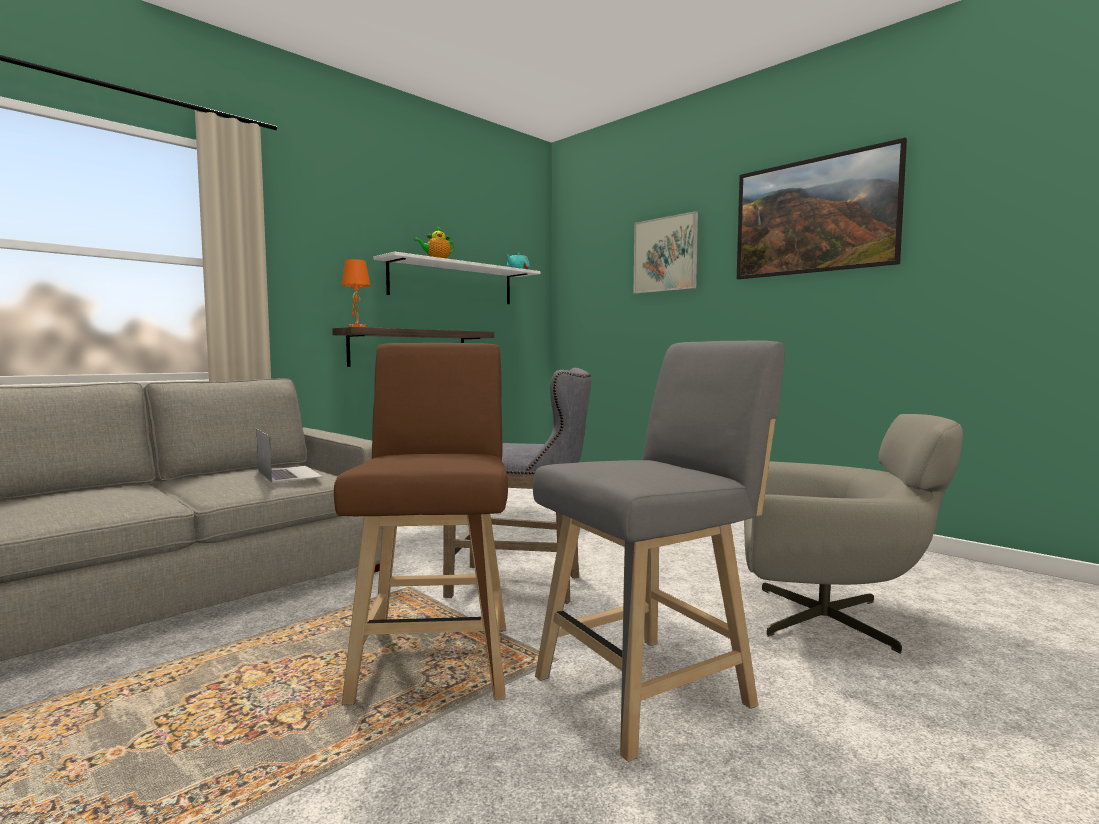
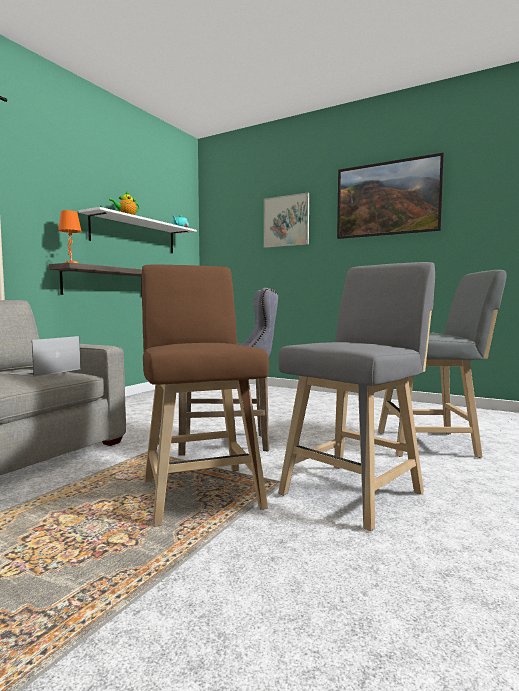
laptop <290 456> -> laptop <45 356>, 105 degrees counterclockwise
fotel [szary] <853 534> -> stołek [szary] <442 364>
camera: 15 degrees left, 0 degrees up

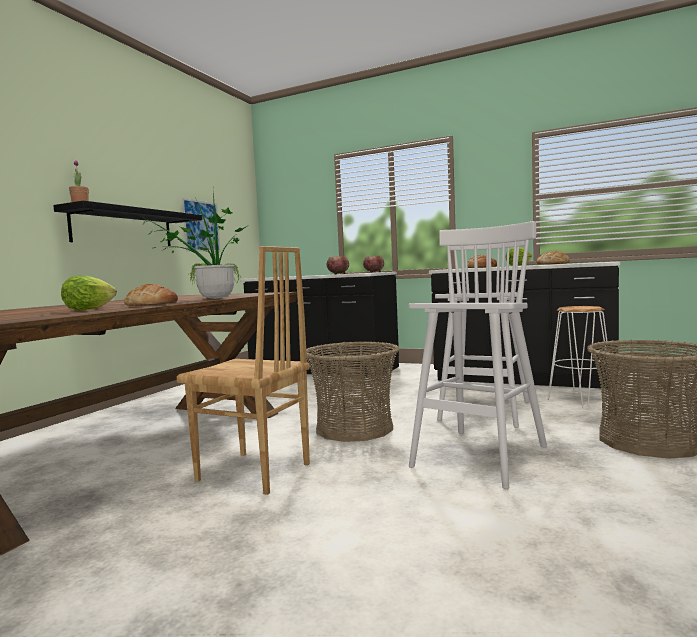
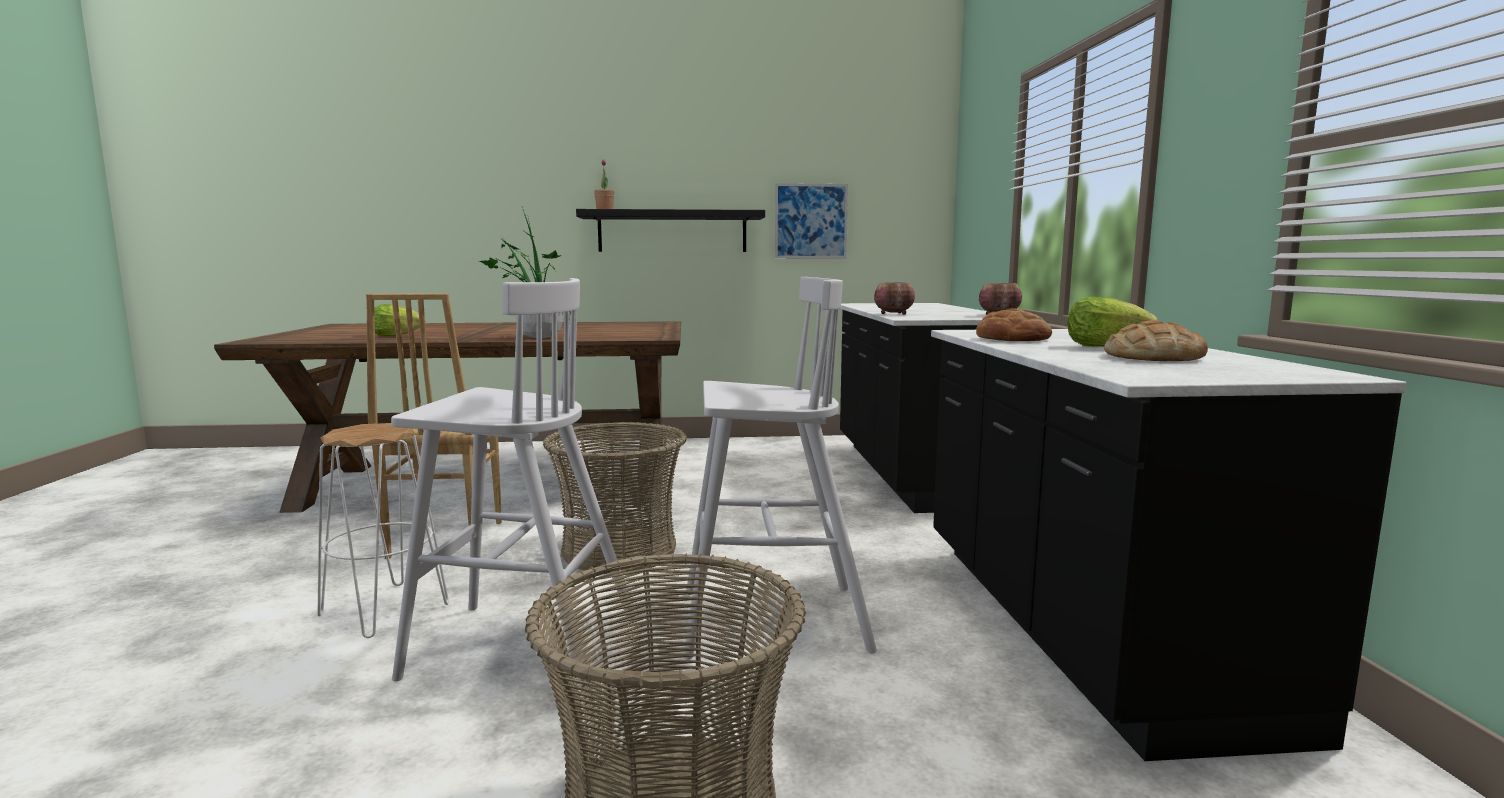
chleb <151 295> -> none
stołek [biały] <580 357> -> stołek [biały] <383 530>, moved
camera: 60 degrees right, 5 degrees up

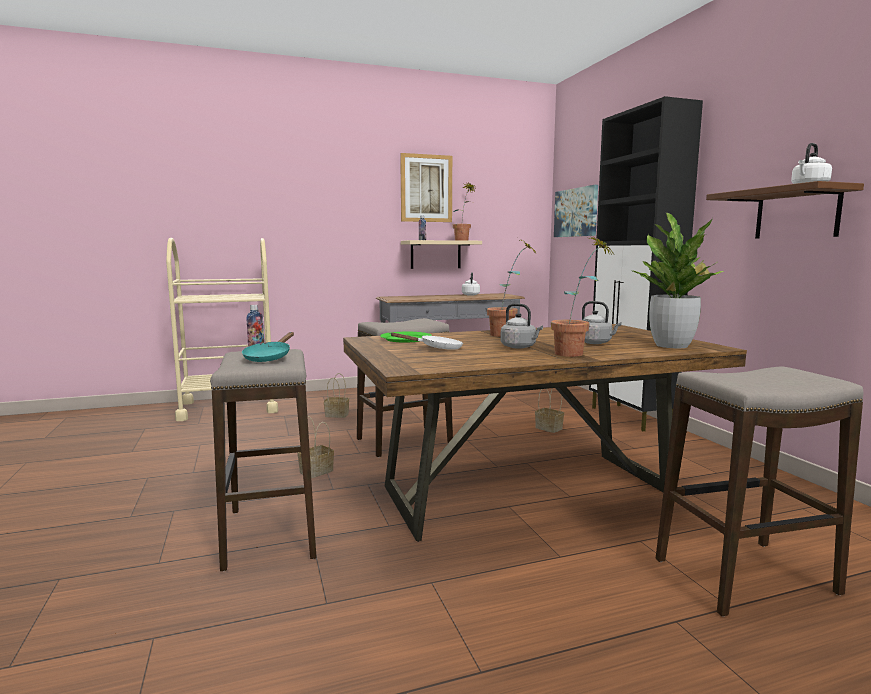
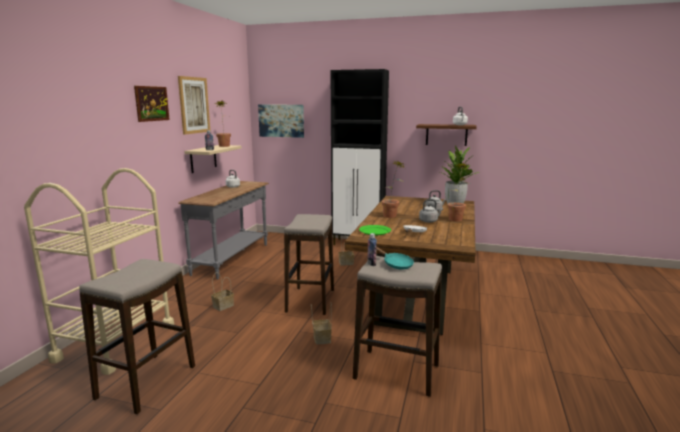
stołek <759 491> -> stołek <137 336>, moved
none -> obraz <152 104>
camera: 55 degrees left, 5 degrees up

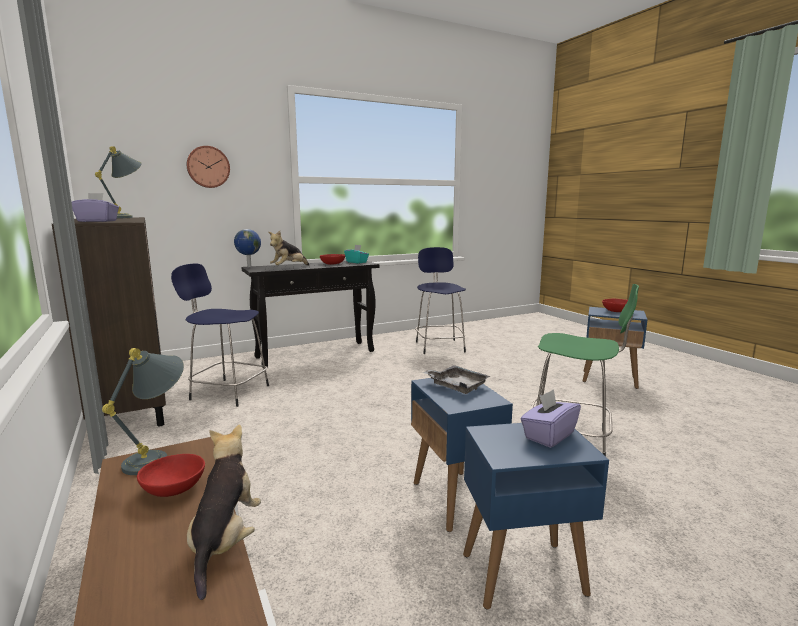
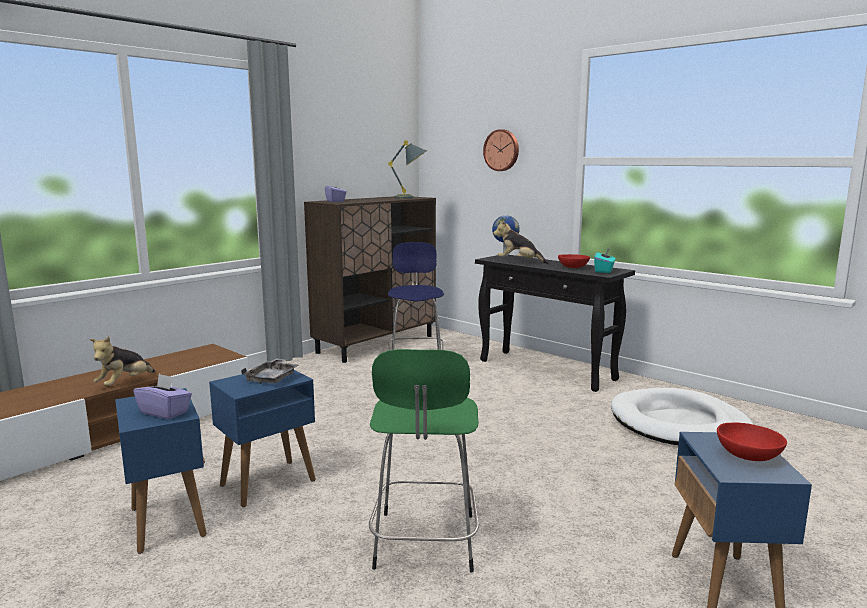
lampa stołowa [szary] <143 411> -> none
miska [czerwony] <171 475> -> none
pluszak <224 512> -> pluszak <122 361>, 135 degrees clockwise
stołek [niebieski] <440 300> -> legowisko [biały] <682 416>
camera: 70 degrees right, 0 degrees up

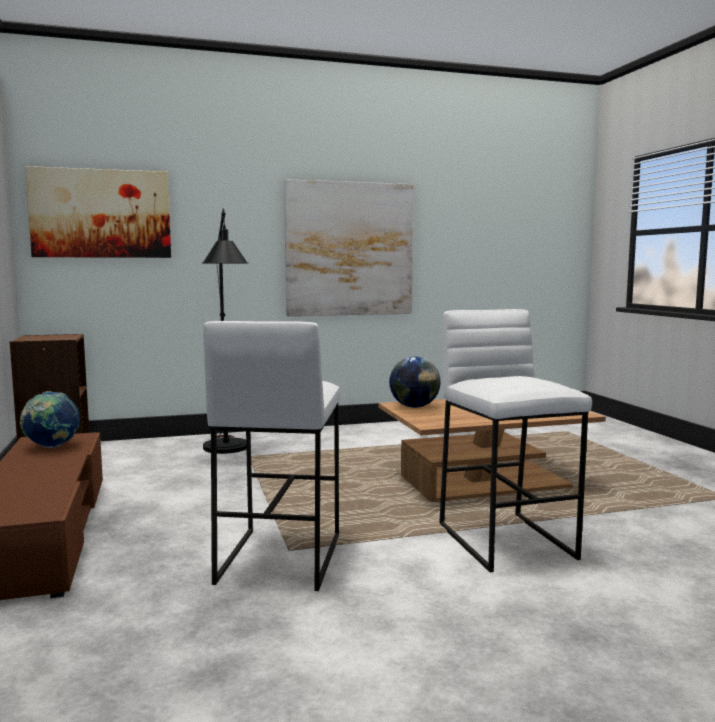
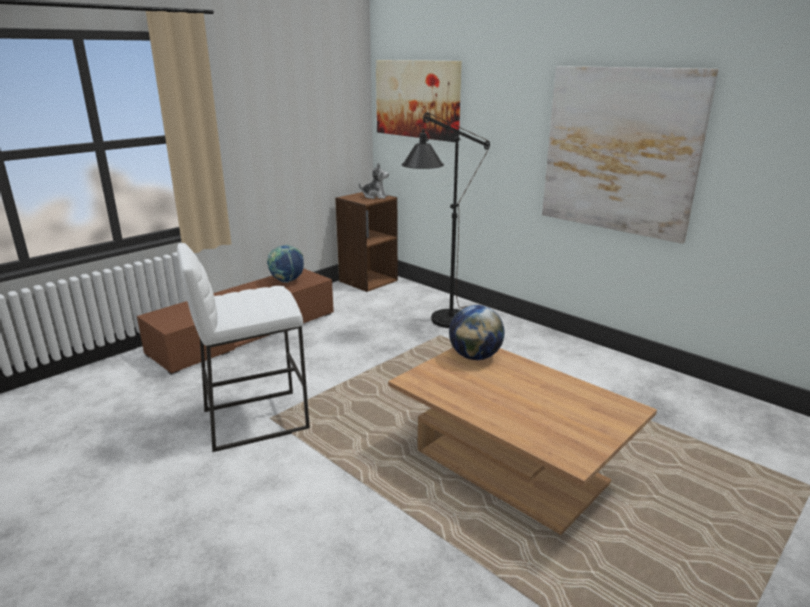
stołek [biały] <515 440> -> none
none -> pluszak <374 181>
camera: 60 degrees right, 15 degrees up

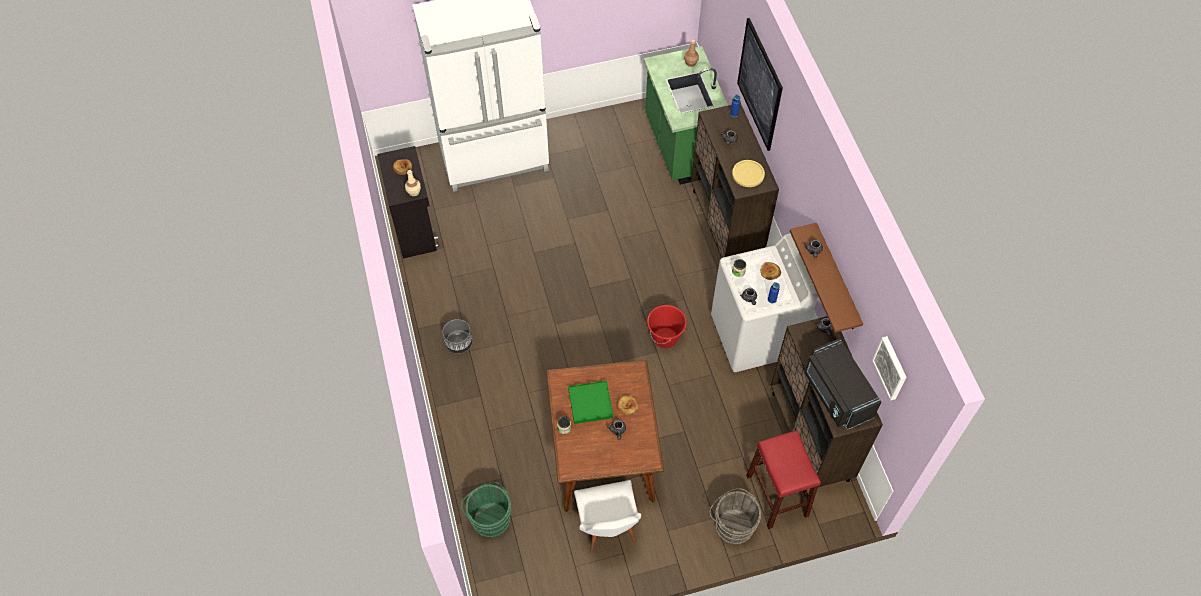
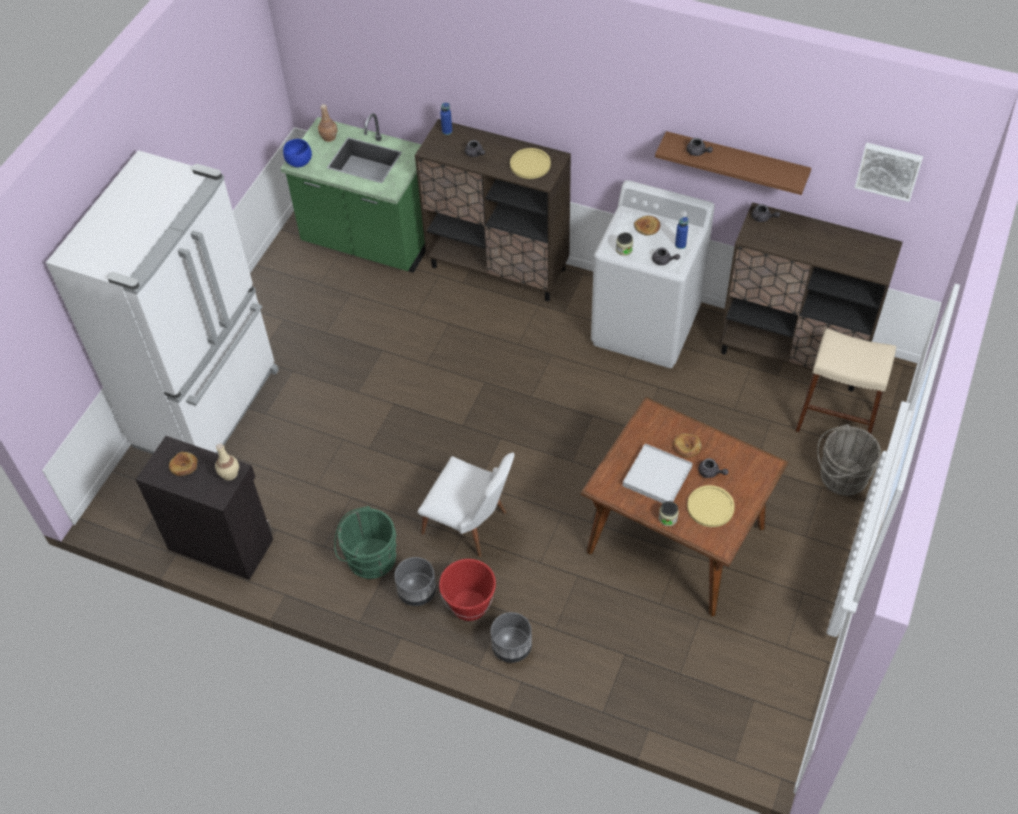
wiadro [zielony] <486 510> -> wiadro [zielony] <365 542>, moved
taca [zielony] <590 402> -> taca [biały] <657 473>
krzesło [biały] <607 516> -> krzesło [biały] <466 504>, moved
wiadro [czerwony] <667 326> -> wiadro [czerwony] <467 590>, moved
obraz <760 84> -> none
stołek [czerwony] <783 479> -> stołek [beżowy] <845 381>
mikrofalówka [czarny] <842 384> -> none
none -> miska [niebieski] <297 153>
none -> donica [szary] <511 637>
none -> talerz [żółty] <711 506>
camera: 50 degrees left, 5 degrees down

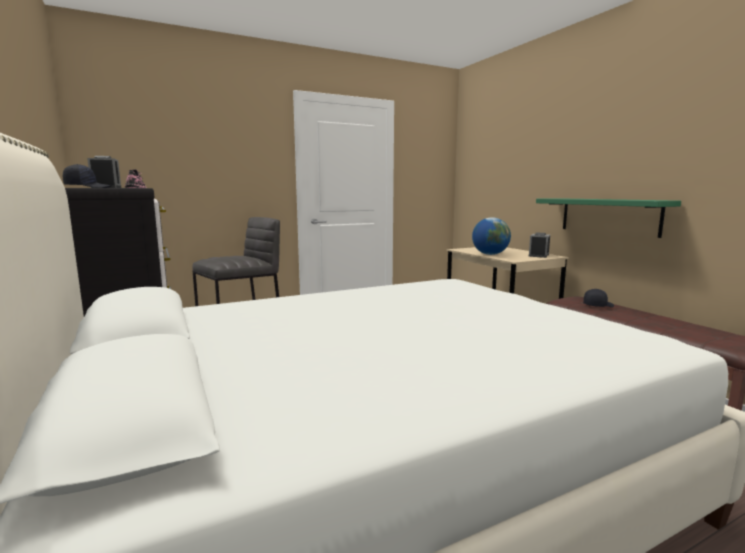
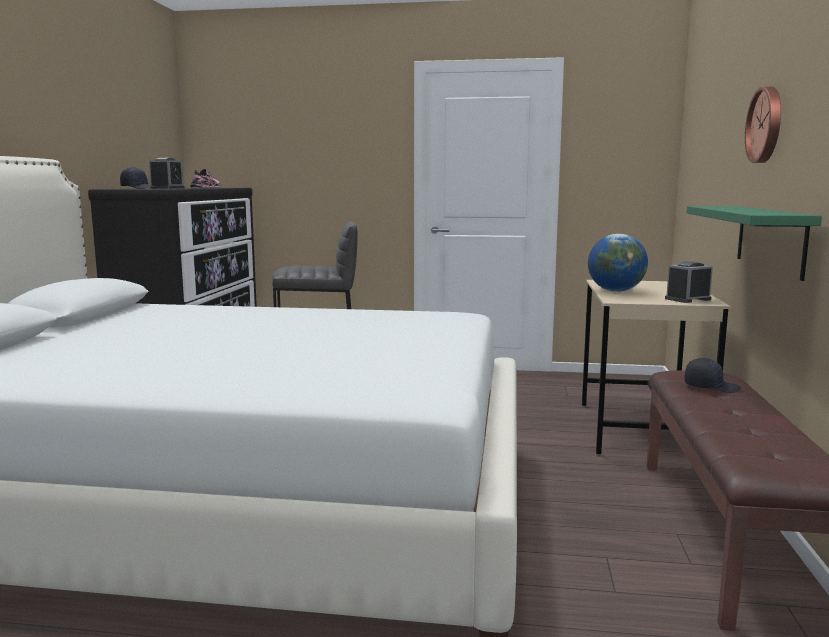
none -> zegar ścienny <763 124>
camera: 35 degrees right, 0 degrees up

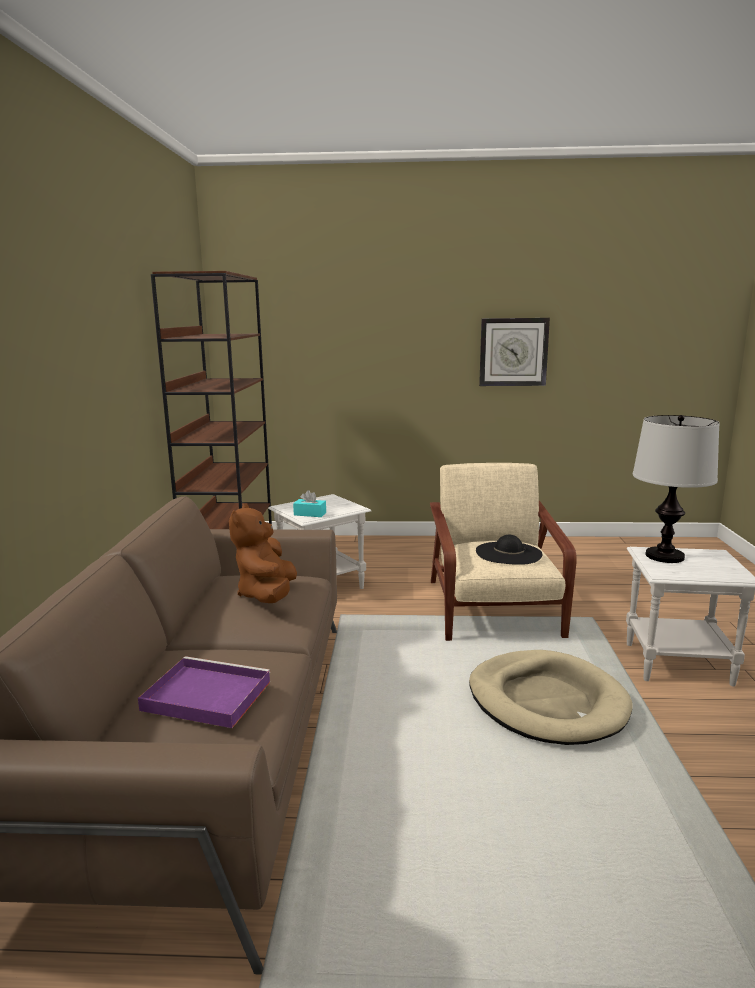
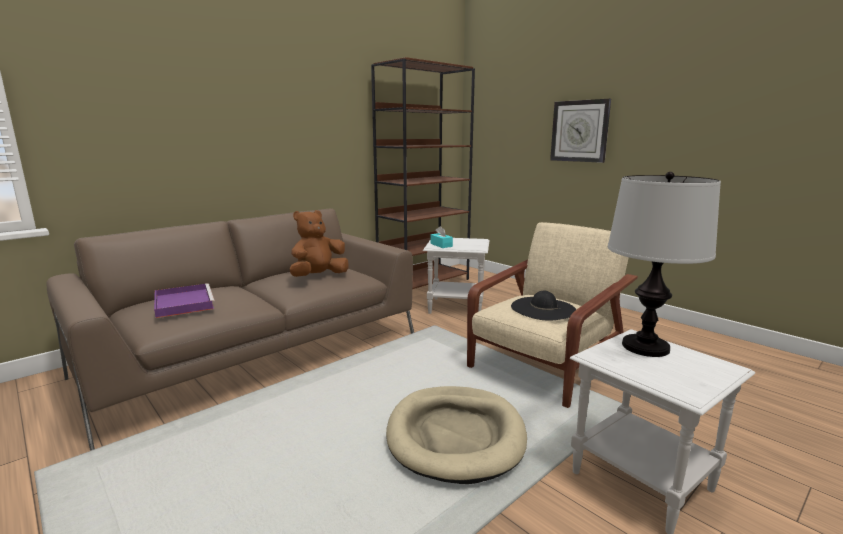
zegar ścienny <514 352> -> zegar ścienny <580 131>, moved
camera: 45 degrees right, 0 degrees up

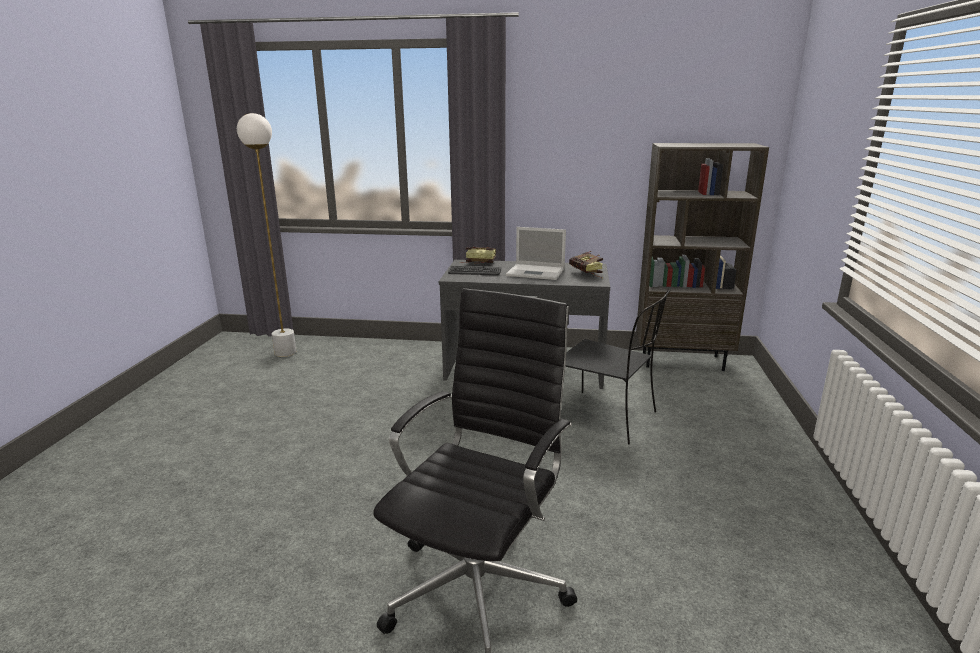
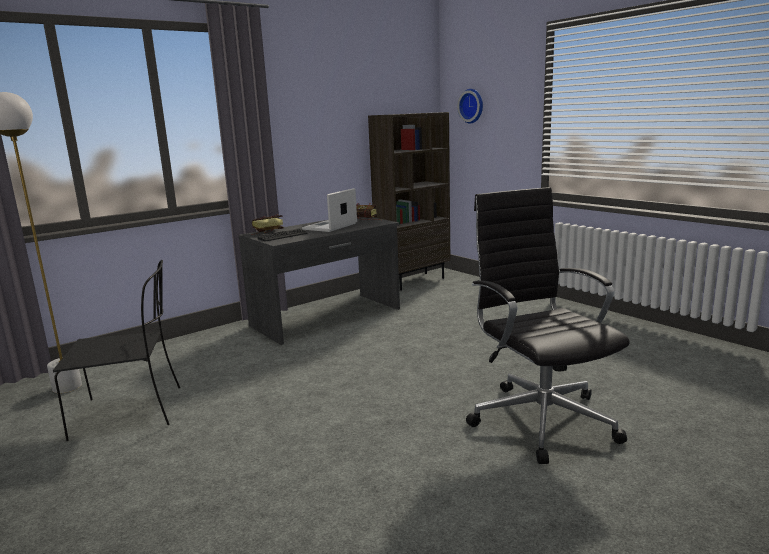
laptop <536 253> -> laptop <329 210>, 150 degrees clockwise
krzesło [czarny] <617 367> -> krzesło [czarny] <116 350>, moved
none -> zegar ścienny <470 106>
camera: 45 degrees left, 5 degrees down

